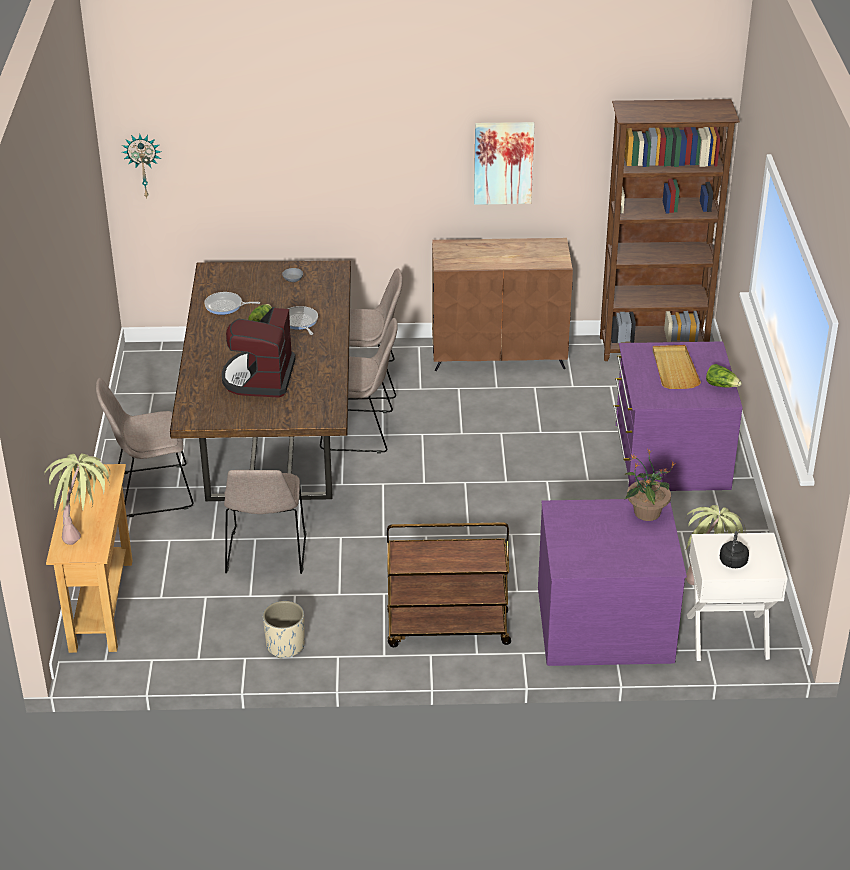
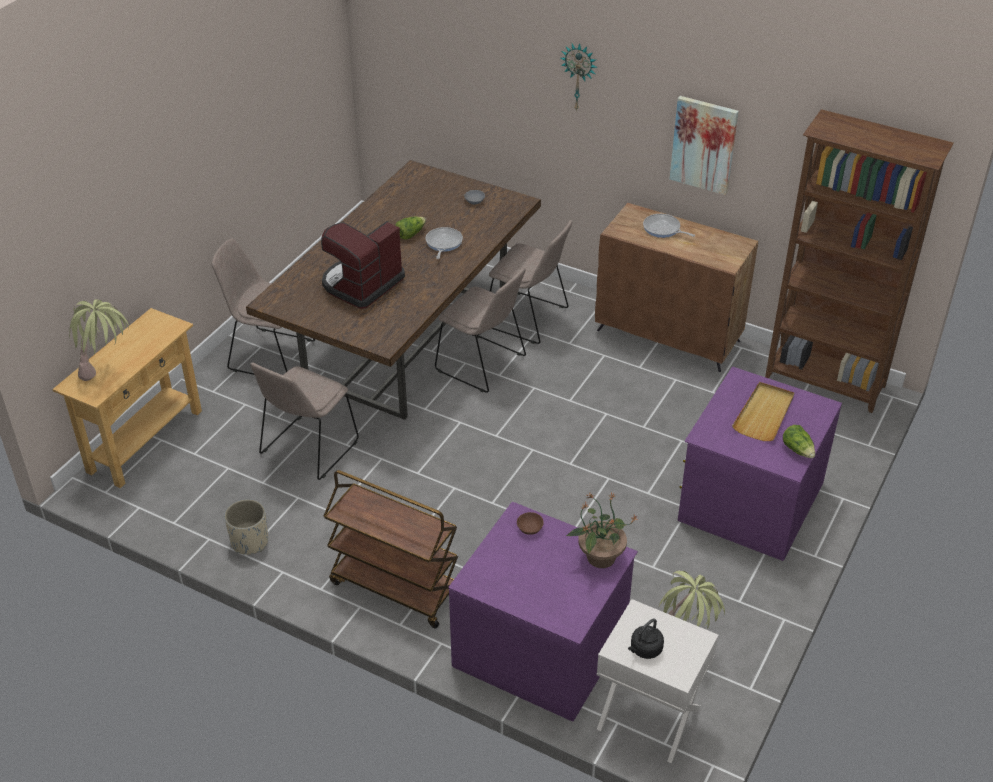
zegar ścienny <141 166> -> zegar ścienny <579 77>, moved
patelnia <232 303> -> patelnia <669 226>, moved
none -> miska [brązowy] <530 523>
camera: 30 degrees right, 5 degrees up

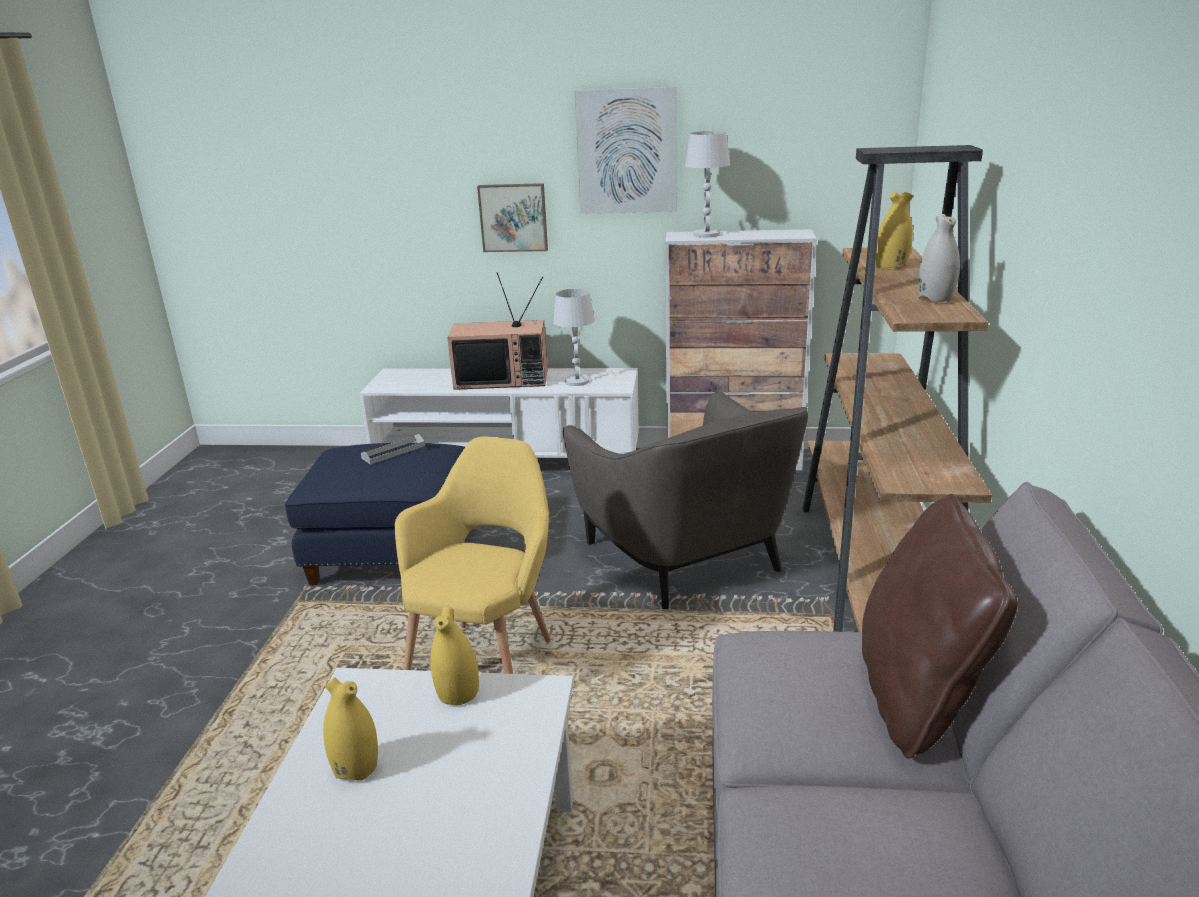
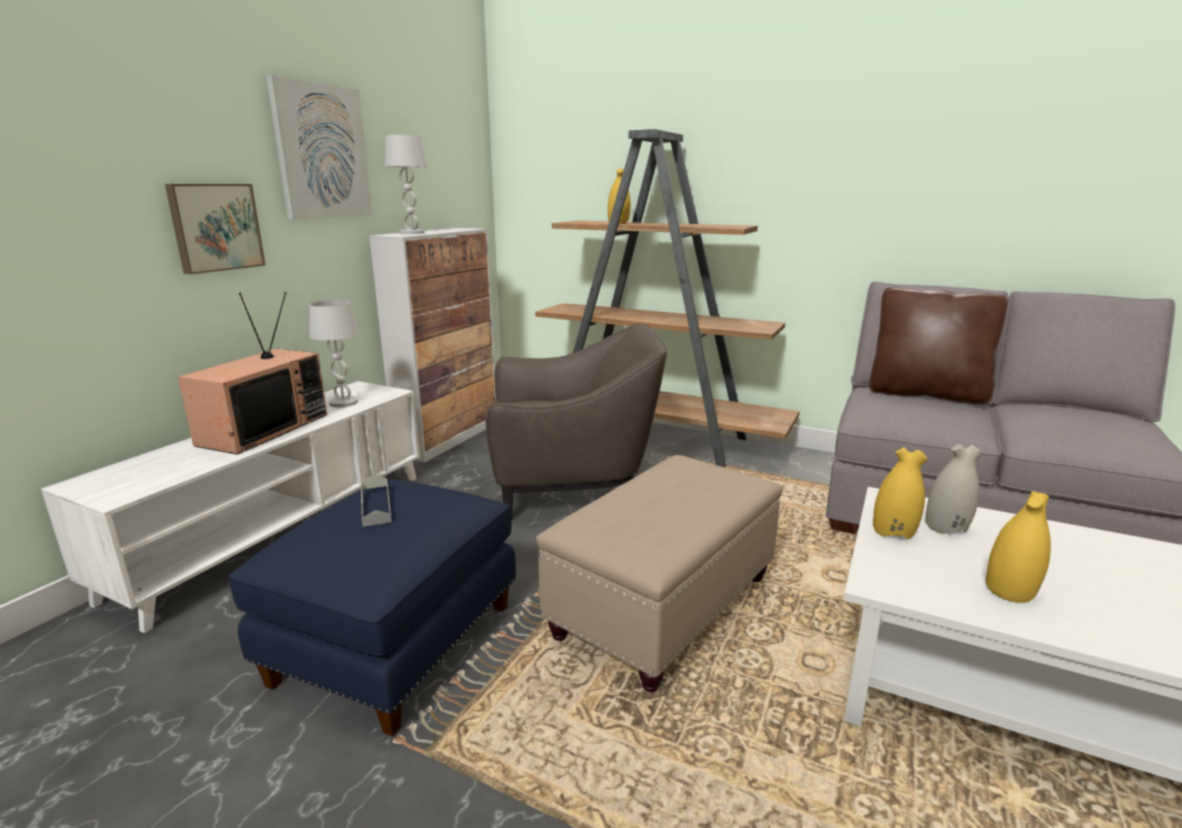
fotel [żółty] <473 555> -> pufa [beżowy] <659 574>
wazon [biały] <939 258> -> wazon [biały] <954 489>, moved
camera: 70 degrees left, 5 degrees down

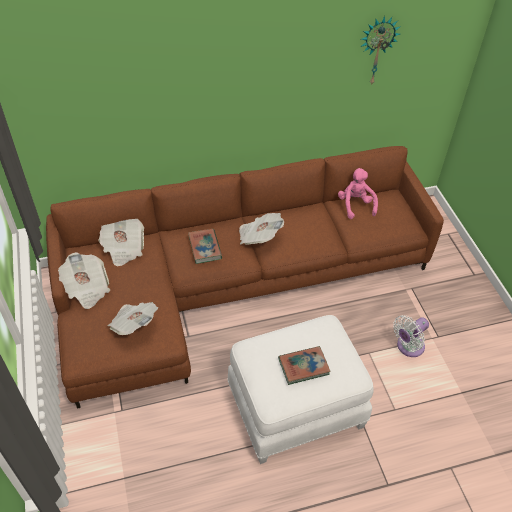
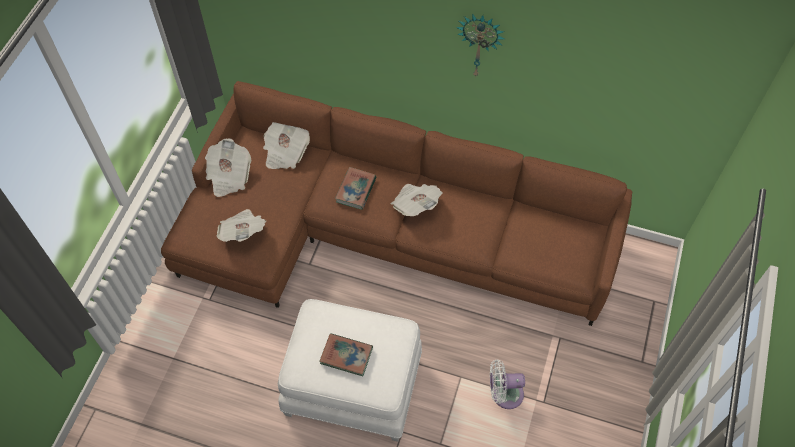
pluszak [różowy] <358 193> -> none
zegar ścienny <381 51> -> zegar ścienny <480 45>, moved
camera: 35 degrees right, 10 degrees up

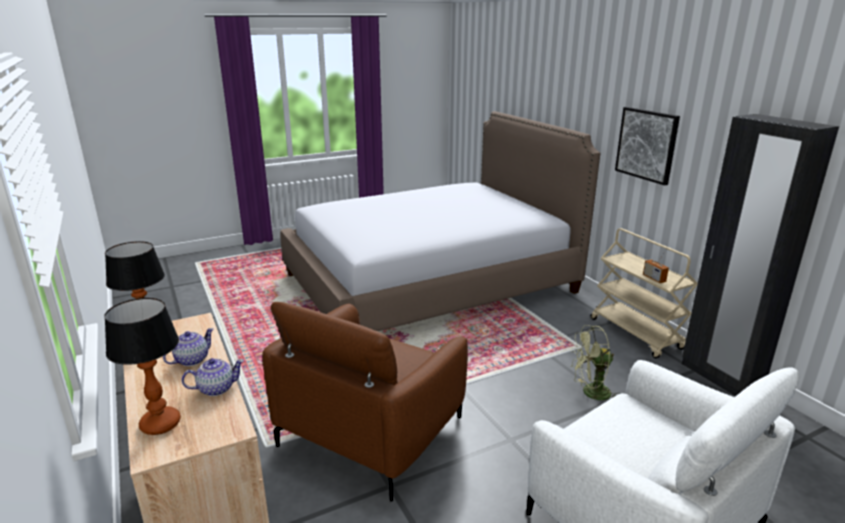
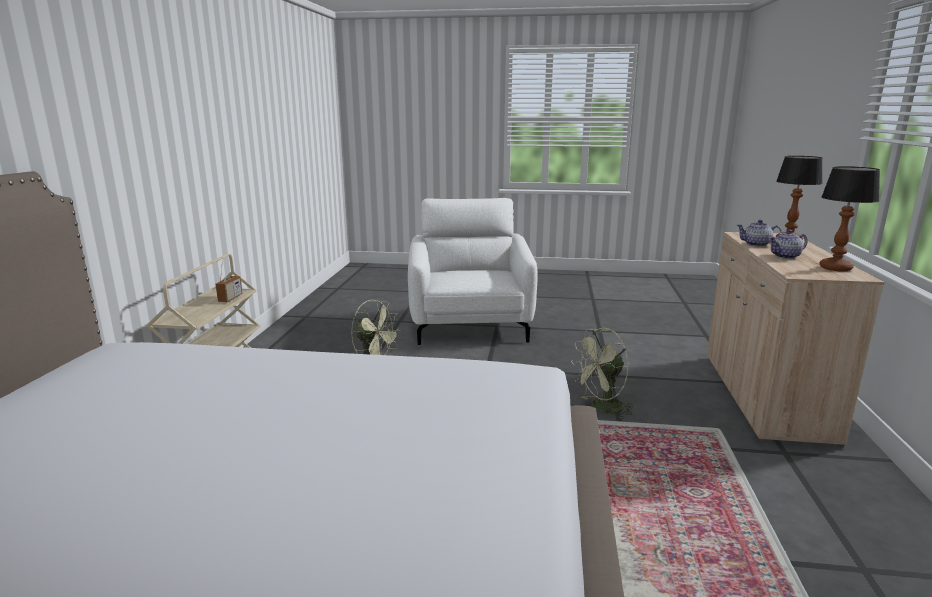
fotel [brązowy] <365 402> -> wentylator [zielony] <602 373>
obraz <647 146> -> none
szafa [czarny] <760 255> -> none
camera: 145 degrees left, 5 degrees down

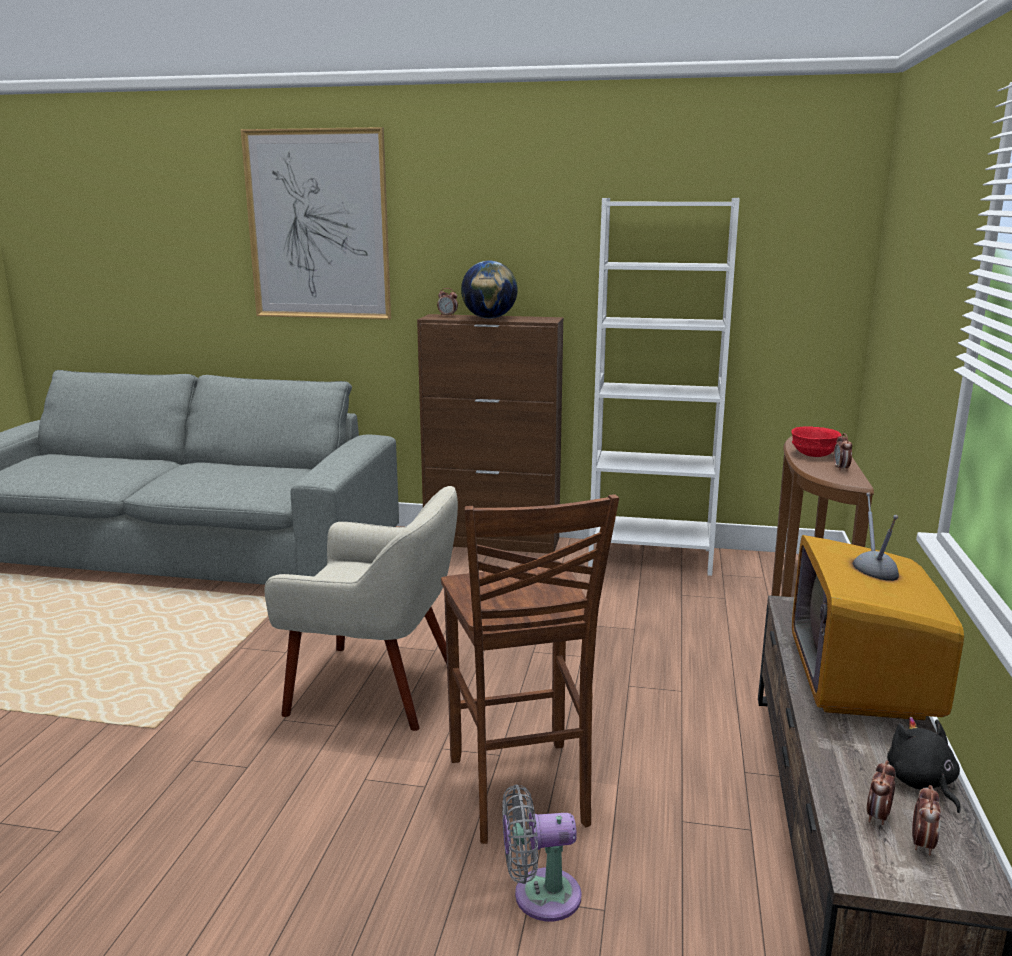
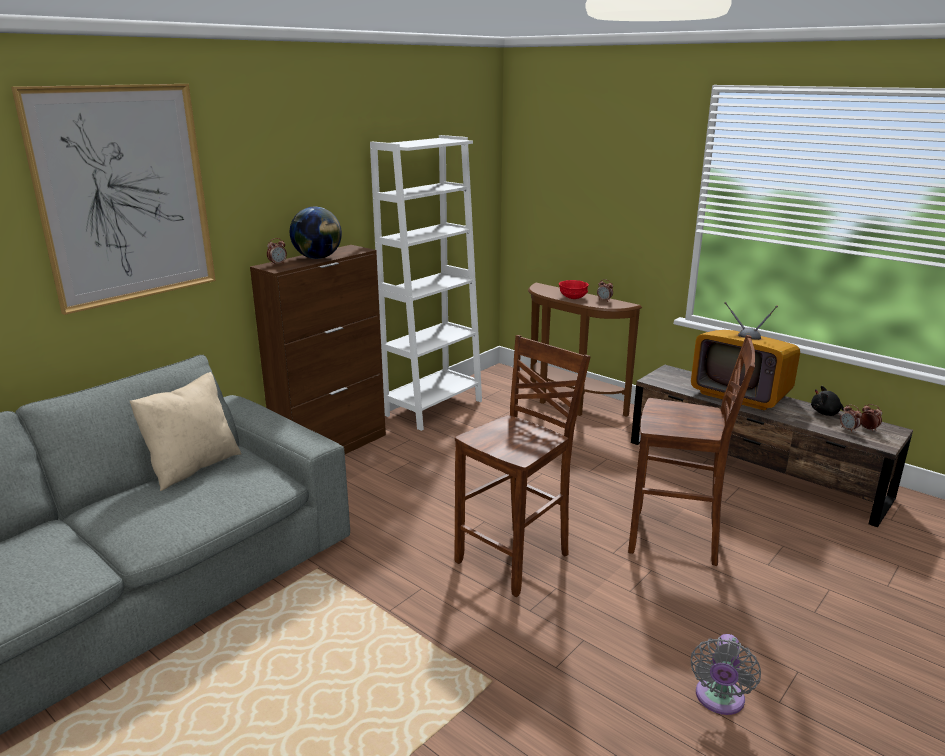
fotel [beżowy] <361 608> -> stołek [brązowy] <523 466>
wentylator [szary] <542 853> -> wentylator [szary] <726 674>, moved
none -> poduszka [beżowy] <185 431>
camera: 60 degrees left, 5 degrees up

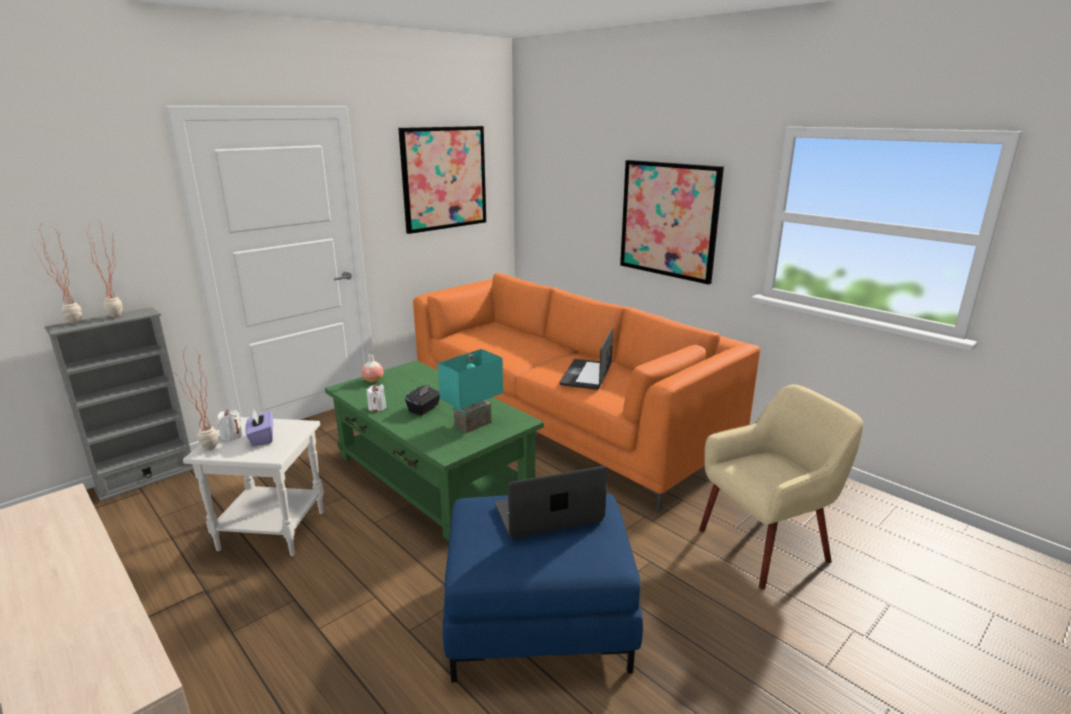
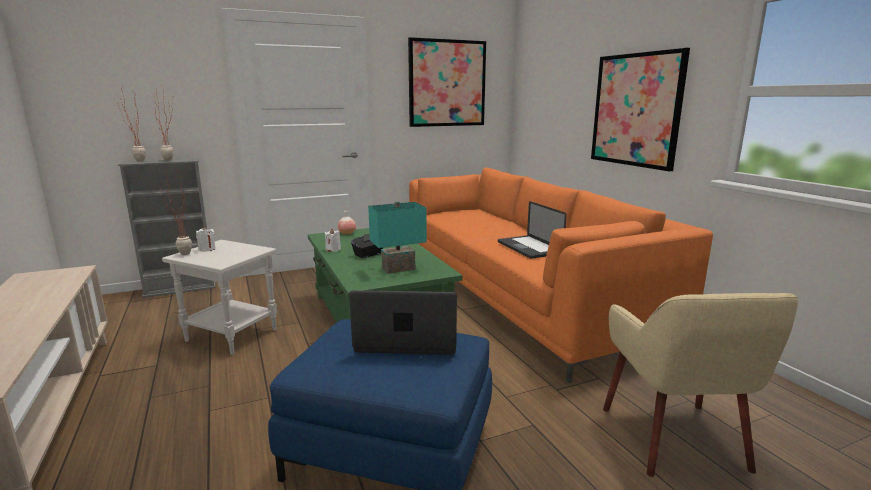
pudełko chusteczek [fioletowy] <259 428> -> none
laptop <586 358> -> laptop <532 230>, 60 degrees counterclockwise
fotel [beżowy] <781 487> -> fotel [beżowy] <700 385>, 90 degrees clockwise
camera: 20 degrees right, 5 degrees down

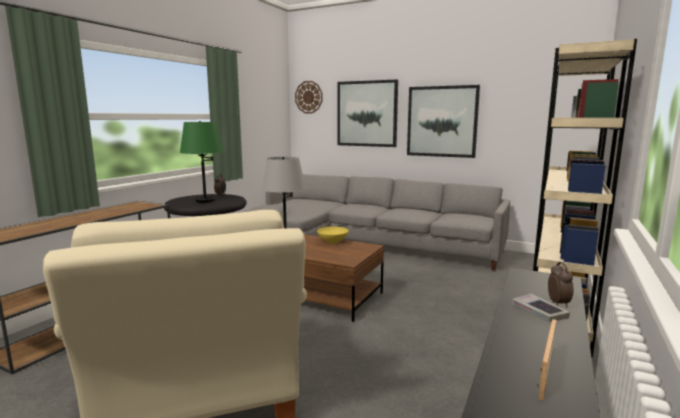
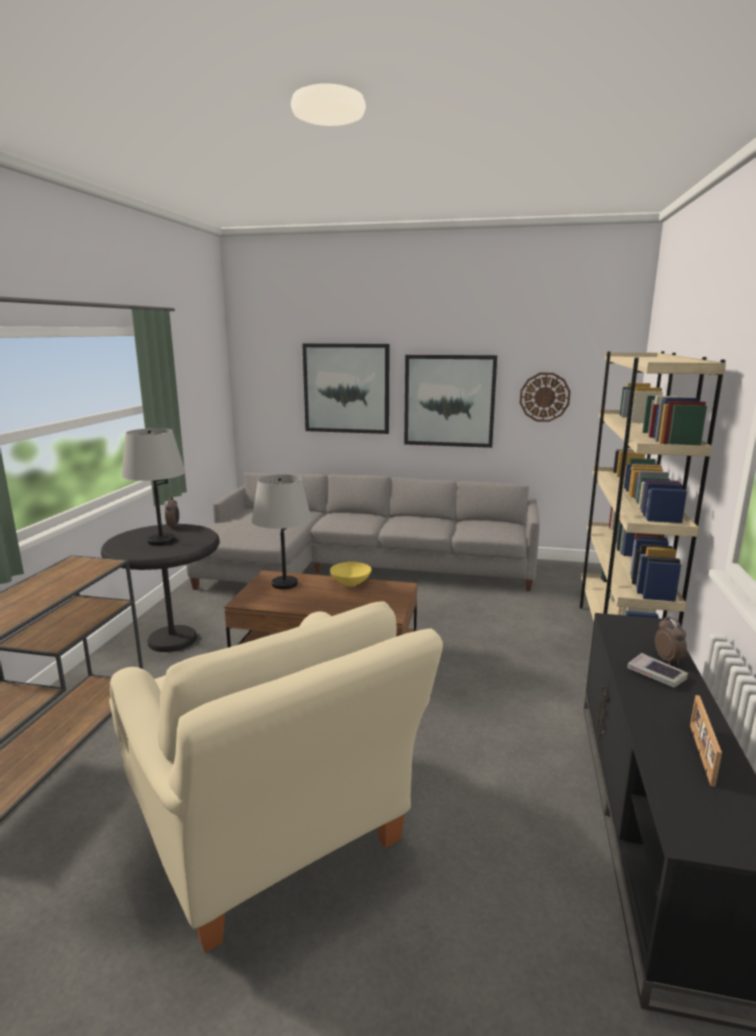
lampa stołowa [zielony] <202 162> -> lampa stołowa [szary] <154 487>
zegar ścienny <308 97> -> zegar ścienny <545 397>, moved
camera: 15 degrees left, 5 degrees up

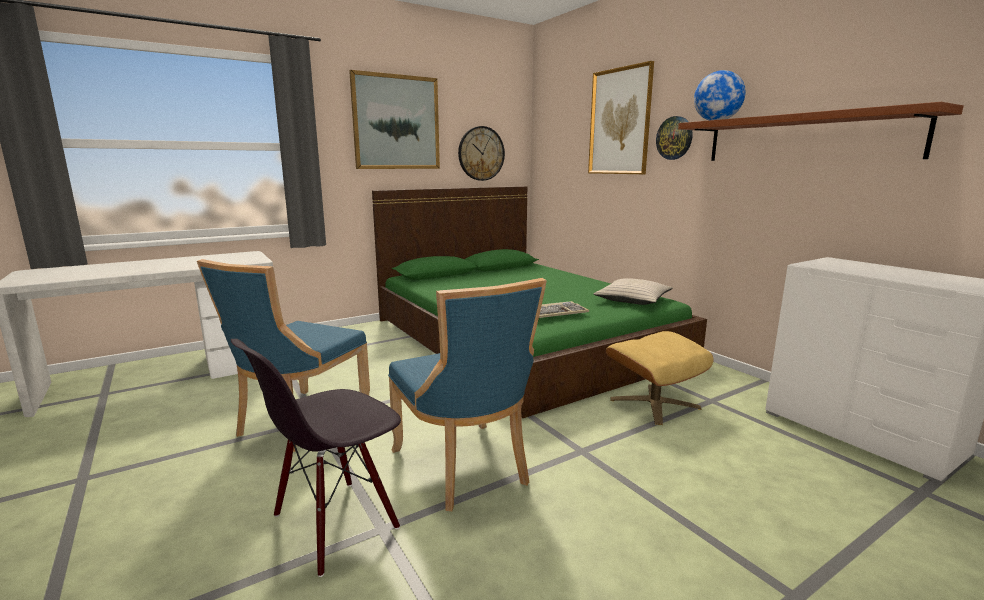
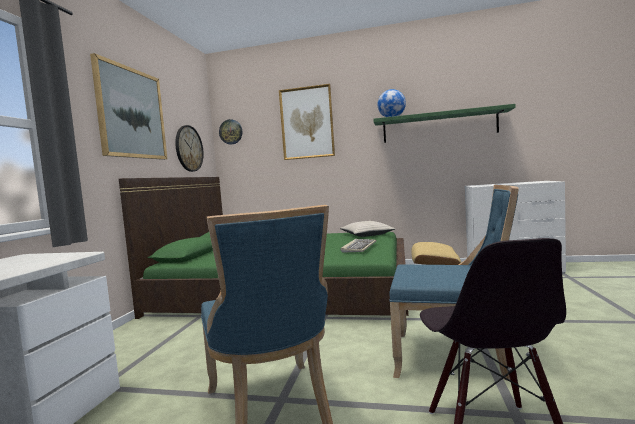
zegar ścienny <674 138> -> zegar ścienny <230 131>, moved
półka [brązowy] <821 131> -> półka [zielony] <444 123>
camera: 45 degrees left, 10 degrees down

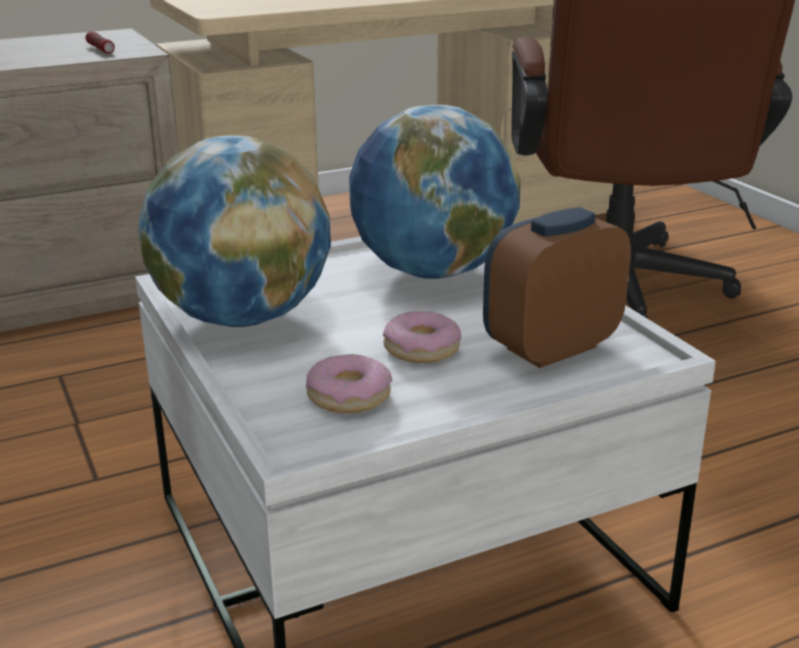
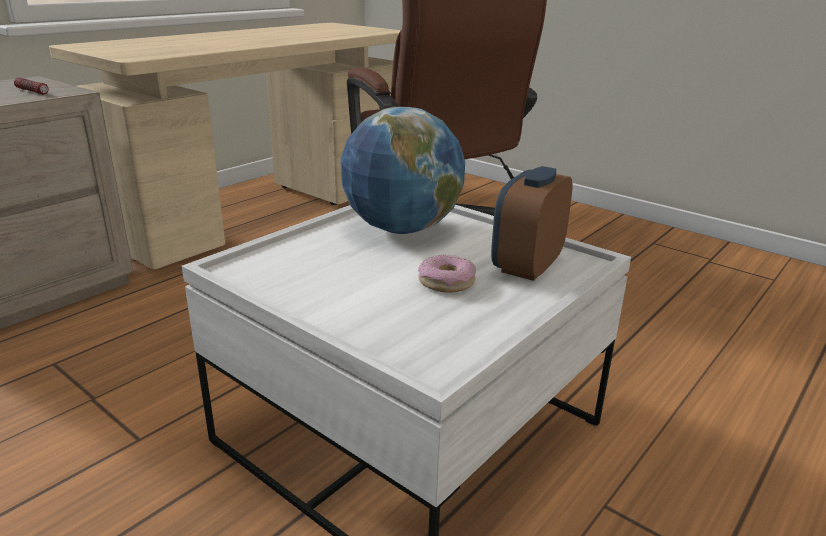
globus <235 231> -> none
donut <349 383> -> none
camera: 25 degrees left, 0 degrees up

